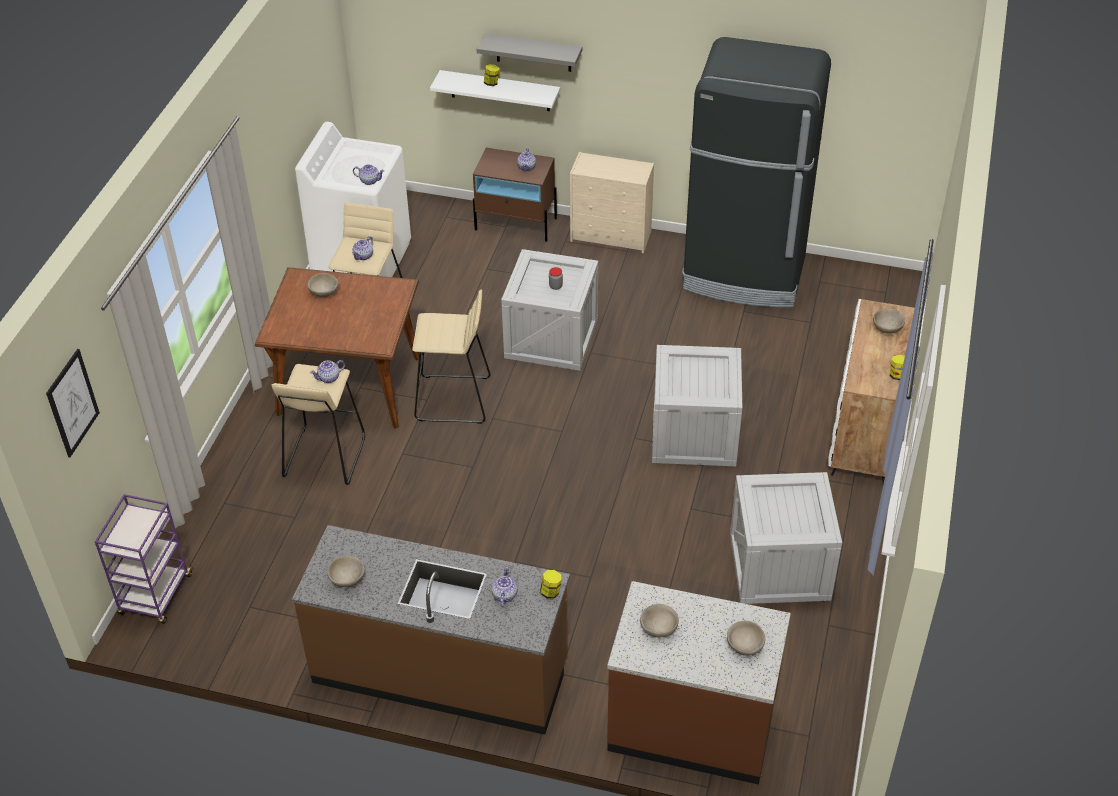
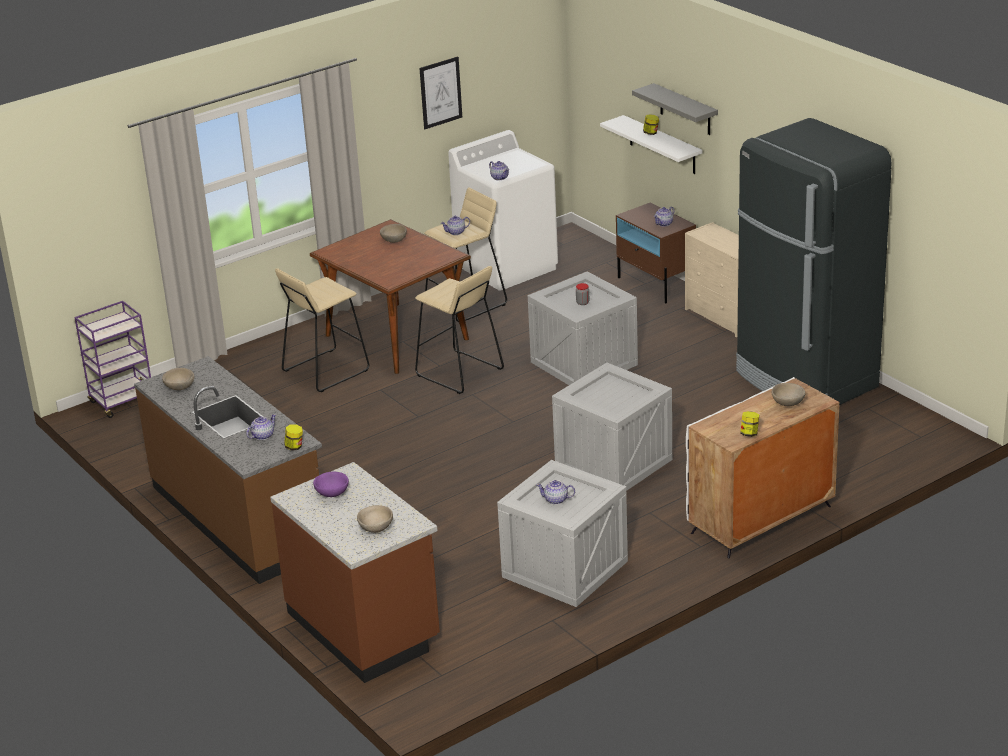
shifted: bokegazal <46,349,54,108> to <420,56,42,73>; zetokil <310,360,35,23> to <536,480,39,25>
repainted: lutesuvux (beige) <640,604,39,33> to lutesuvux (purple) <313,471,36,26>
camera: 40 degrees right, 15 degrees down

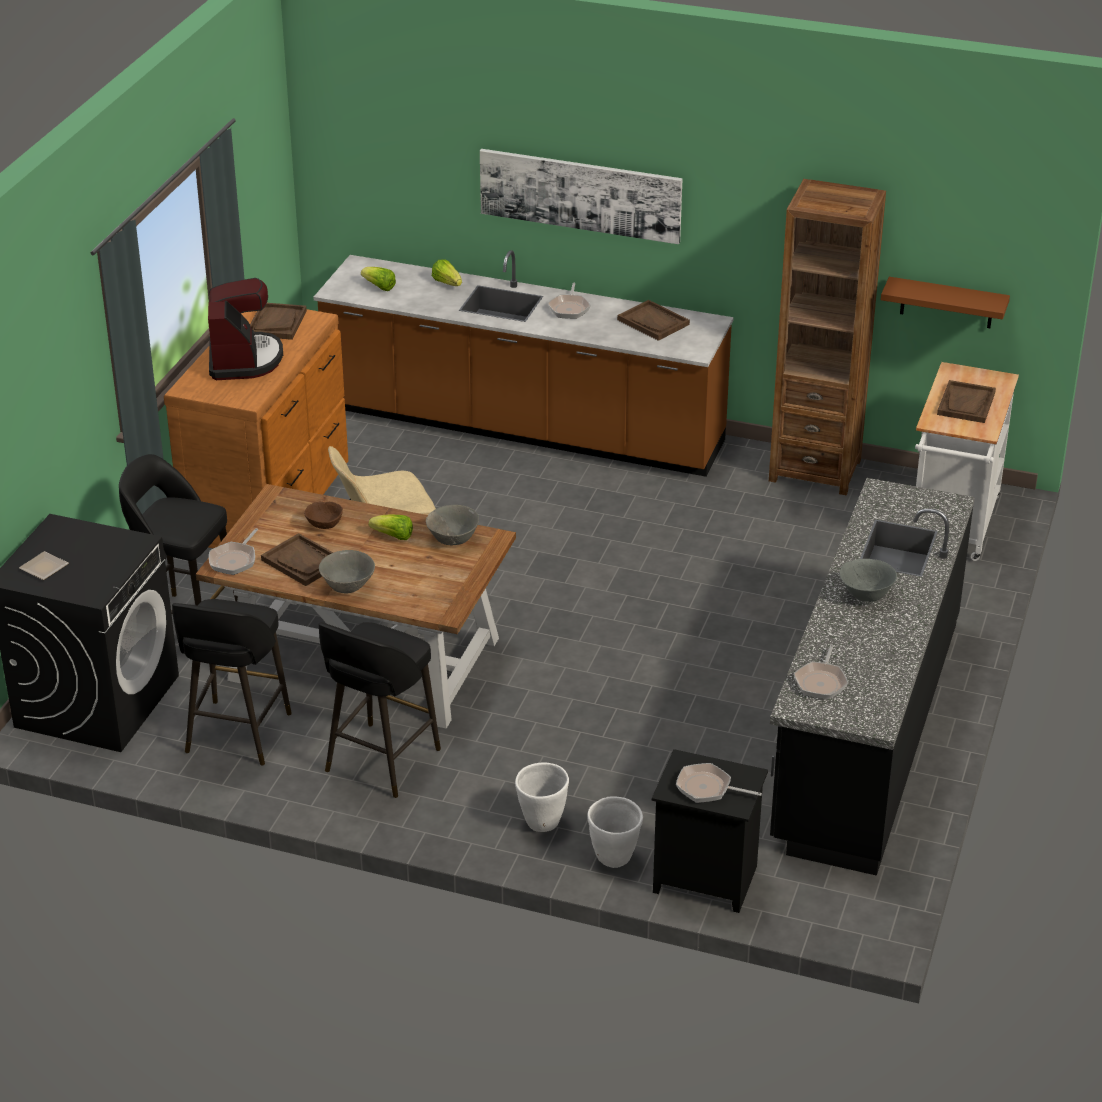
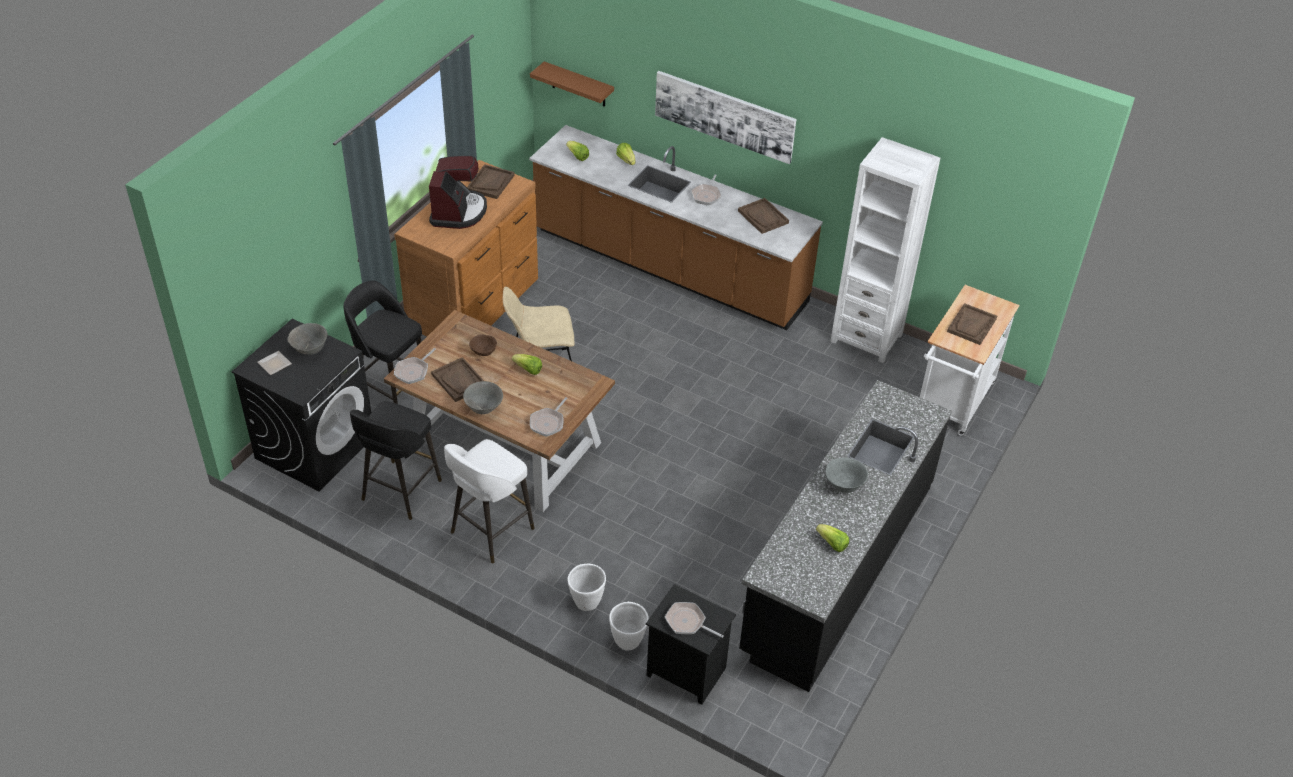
new: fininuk <816,524,33,28>
shifted: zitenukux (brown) <881,277,129,51> to <530,61,84,46>; lutesuvux (grey) <426,505,53,40> to <288,323,39,32>; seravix <794,644,54,55> to <530,397,37,40>
repainted: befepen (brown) <769,179,117,316> to befepen (white) <830,137,110,226>; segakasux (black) <318,622,123,176> to segakasux (white) <444,439,91,124>
camera: 10 degrees right, 10 degrees up

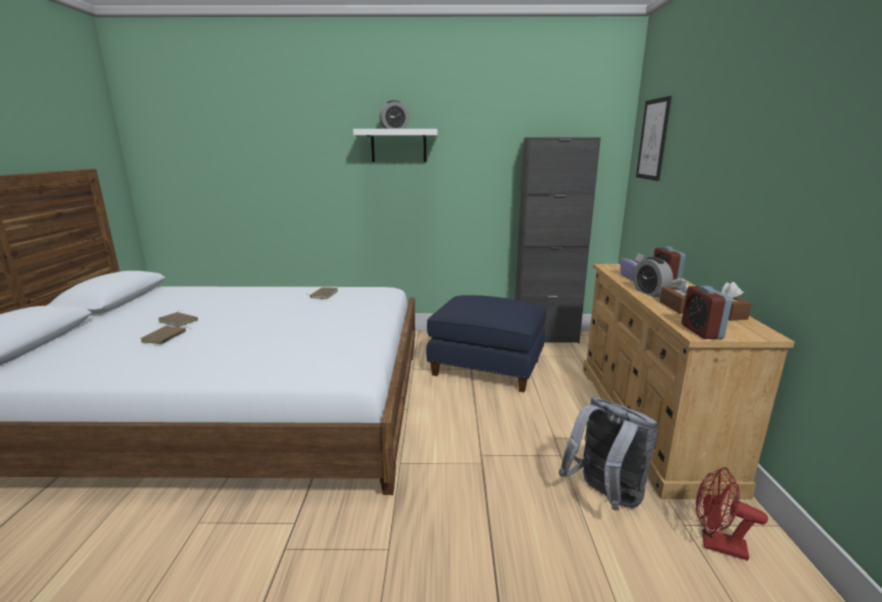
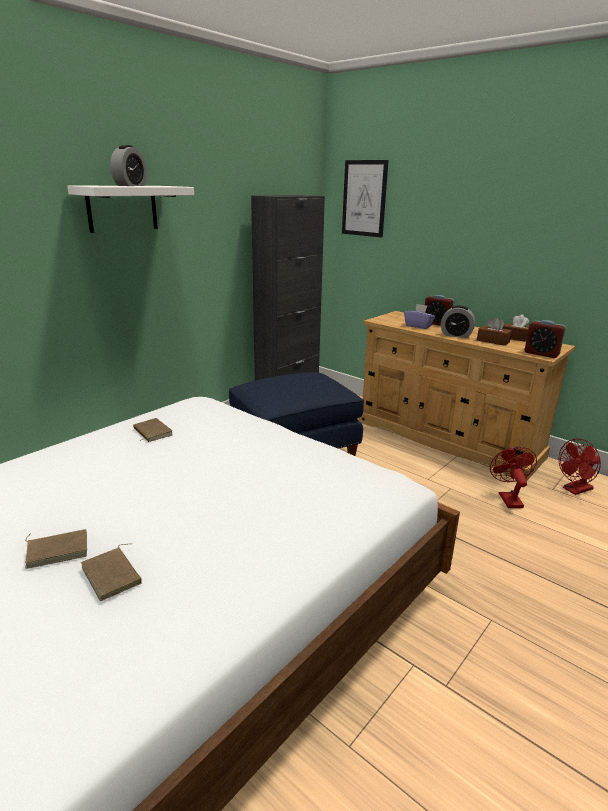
swapped: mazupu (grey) <559,397,100,113> to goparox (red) <490,447,47,61>
camera: 50 degrees left, 5 degrees up

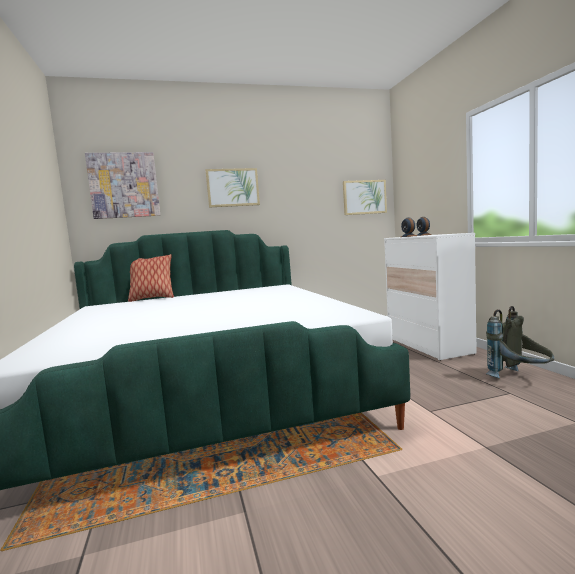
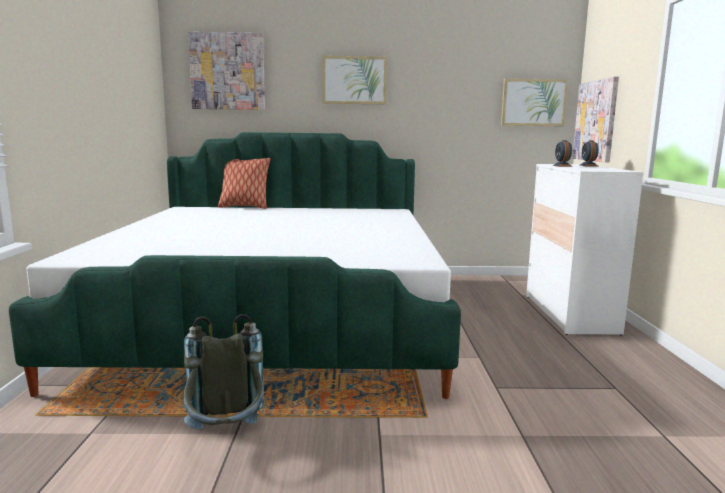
new: bokegazal <572,77,47,85>
shifted: mazupu (grey) <486,306,68,73> to <184,314,80,115>
camera: 15 degrees right, 5 degrees up

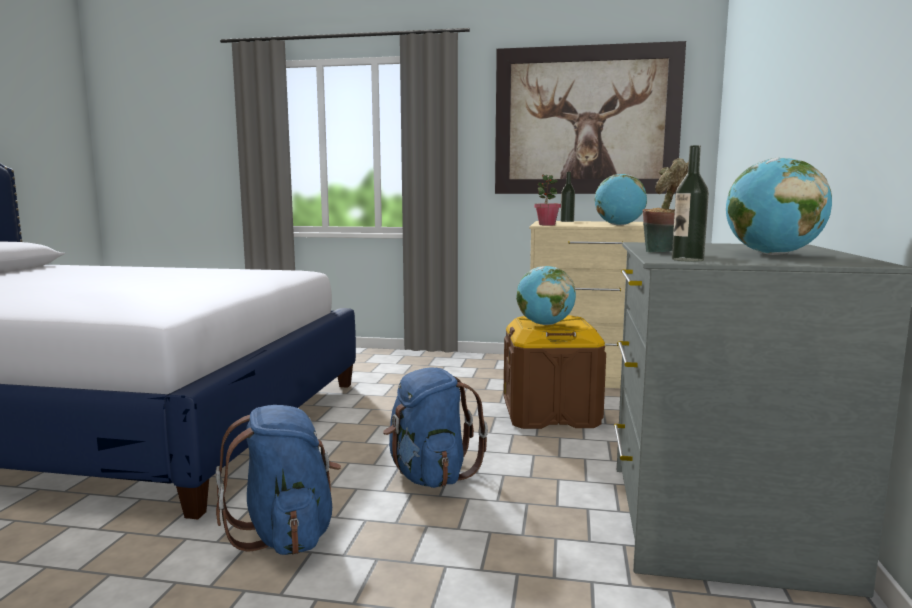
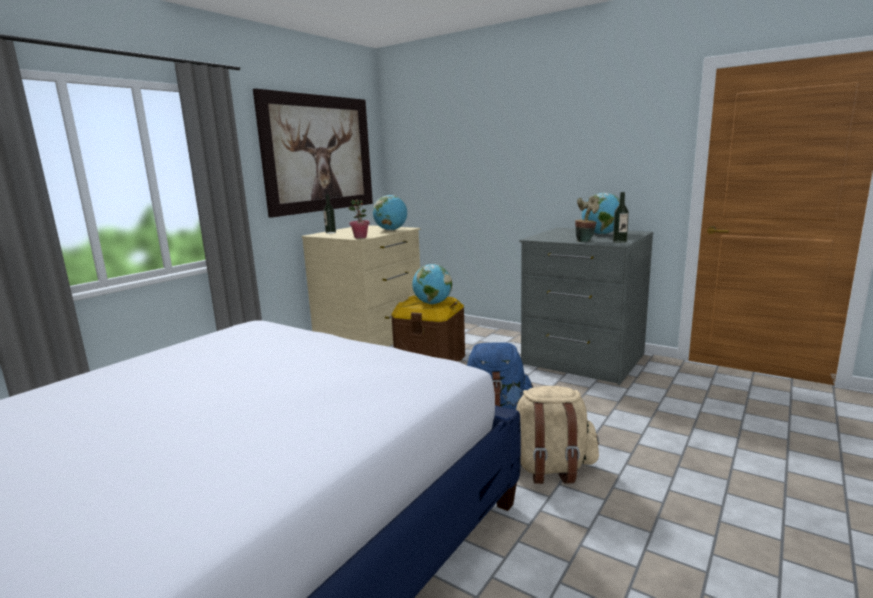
repainted: mazupu (blue) <216,405,125,150> to mazupu (beige) <516,386,83,98>
camera: 65 degrees left, 5 degrees up

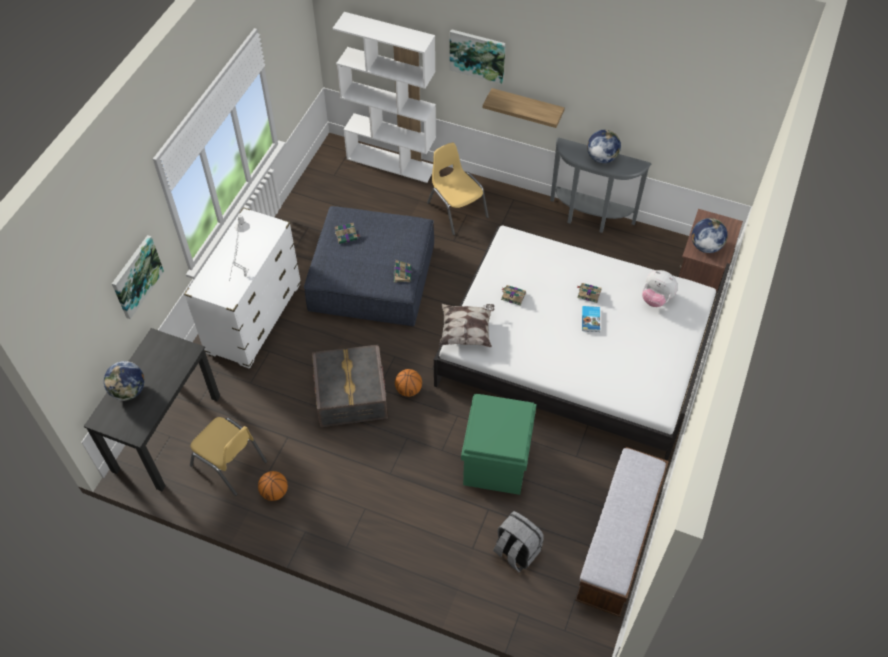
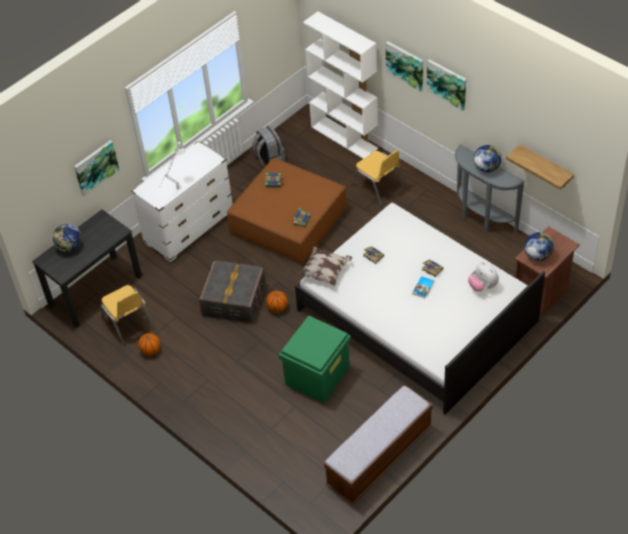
new: bokegazal <427,59,39,52>
shifted: zitenukux <483,88,82,40> to <506,145,68,45>; mazupu (grey) <493,511,51,61> to <252,126,33,41>
repainted: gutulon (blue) <304,206,130,120> to gutulon (brown) <227,158,120,105>
rotated: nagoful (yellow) <427,143,62,92> = <351,150,54,55> 150 degrees clockwise
camera: 25 degrees right, 5 degrees down

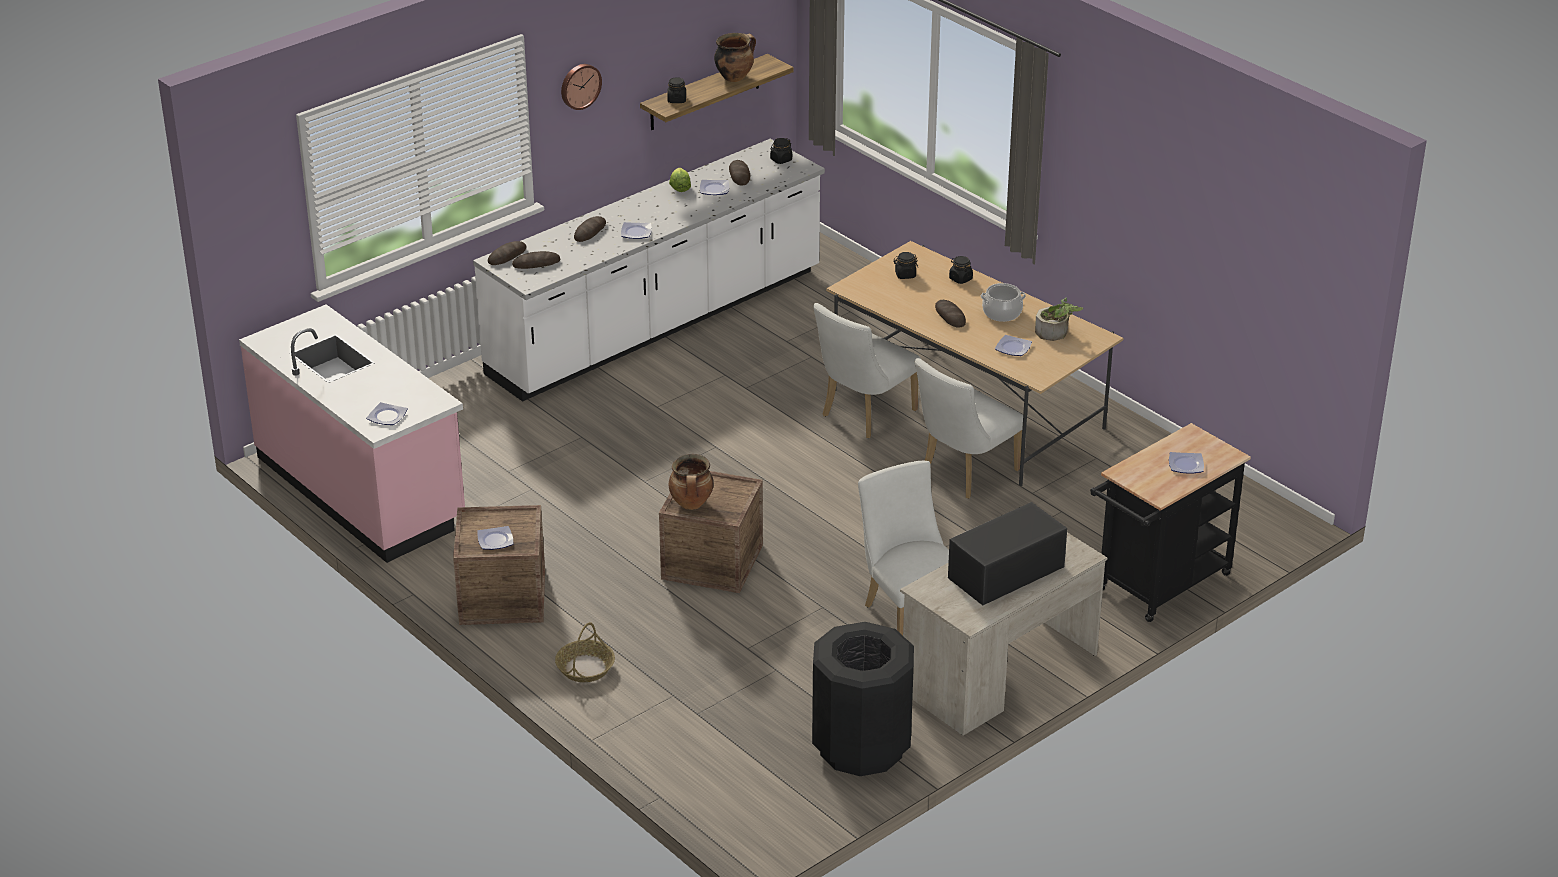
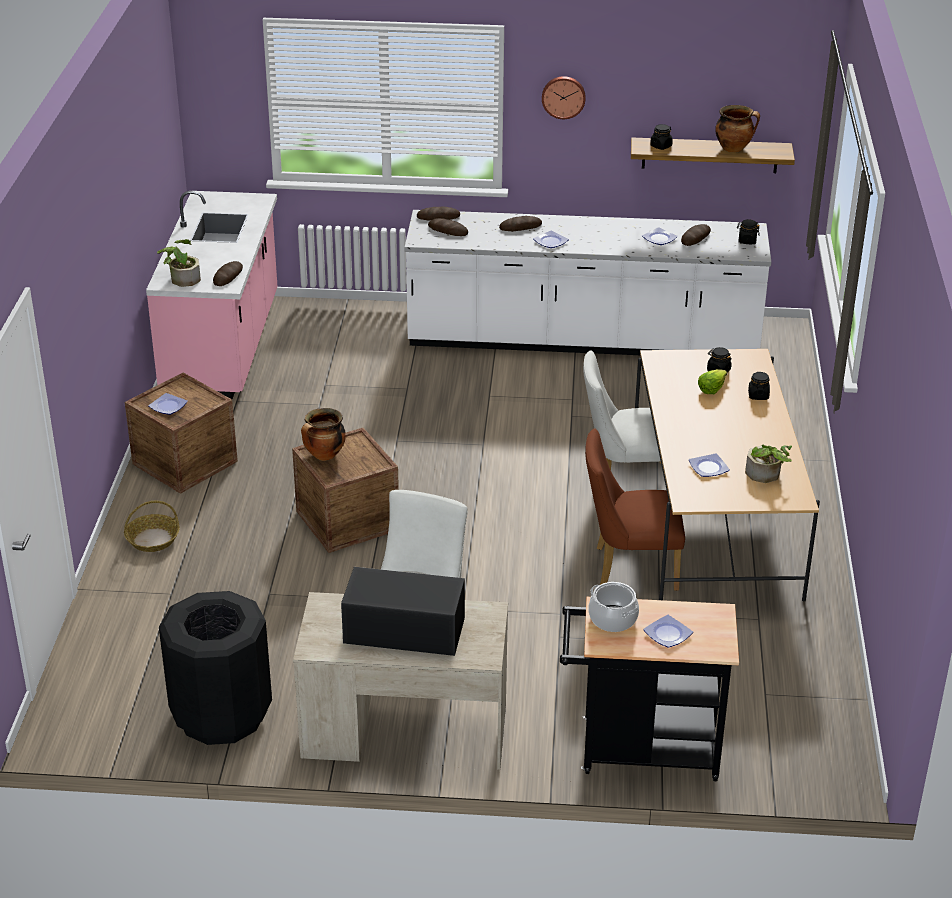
shifted: fininuk <669,168,22,24> to <698,369,29,25>; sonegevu <981,283,45,39> to <589,582,50,50>; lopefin <935,300,31,28> to <213,261,30,25>
swapped: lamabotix <366,402,42,23> to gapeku <157,239,44,48>
repainted: nagoful (white) <915,358,108,141> to nagoful (brown) <585,429,100,162>
camera: 45 degrees right, 0 degrees up

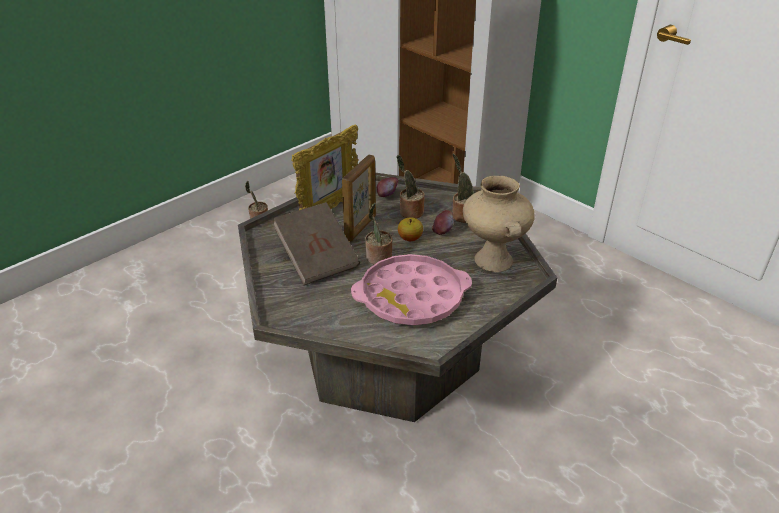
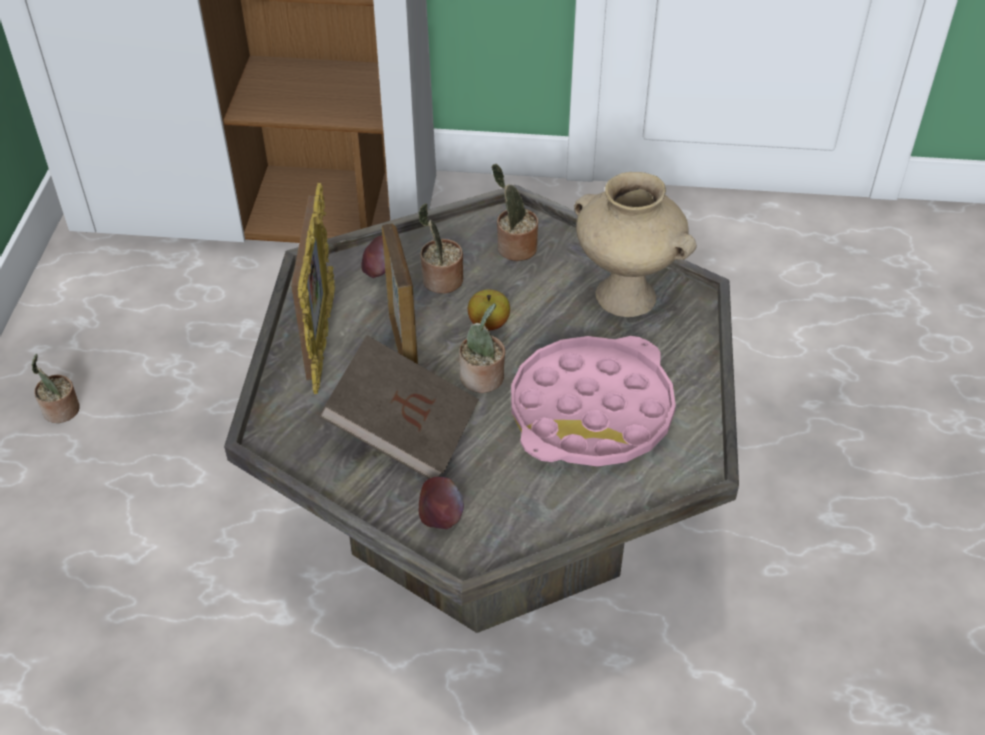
shifted: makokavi <432,210,21,25> to <418,477,46,52>
camera: 40 degrees left, 10 degrees up

